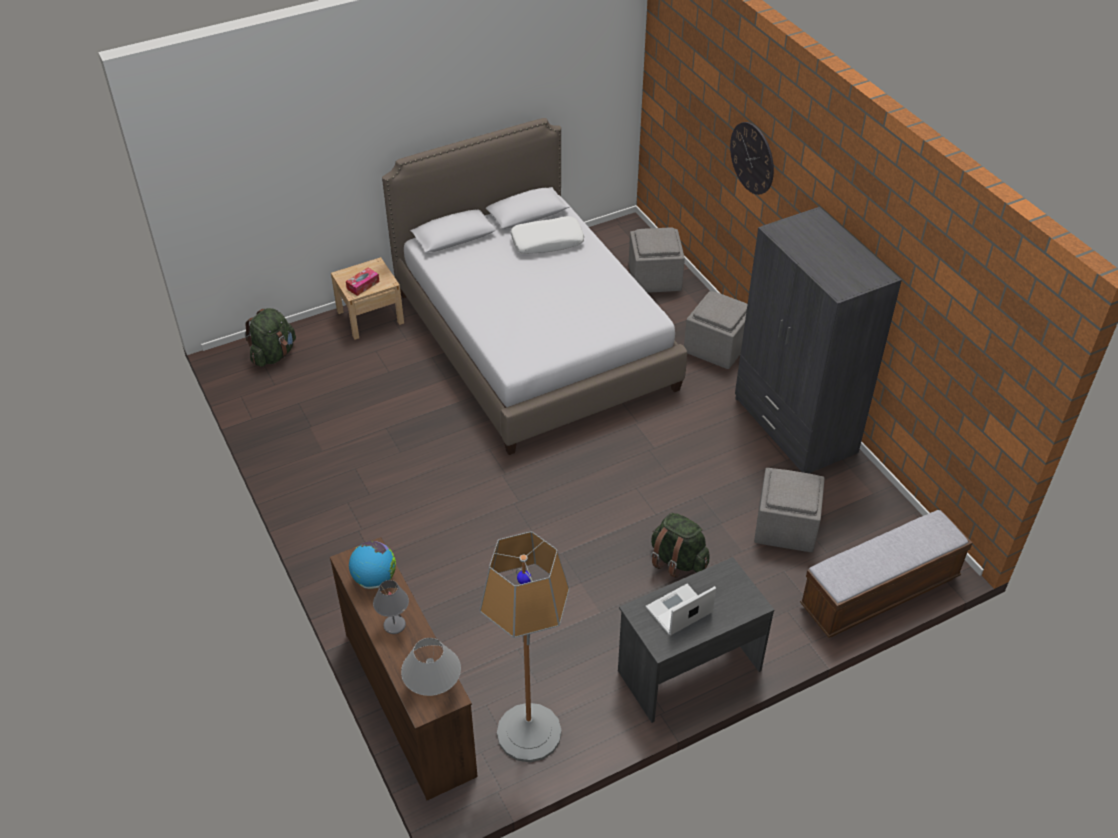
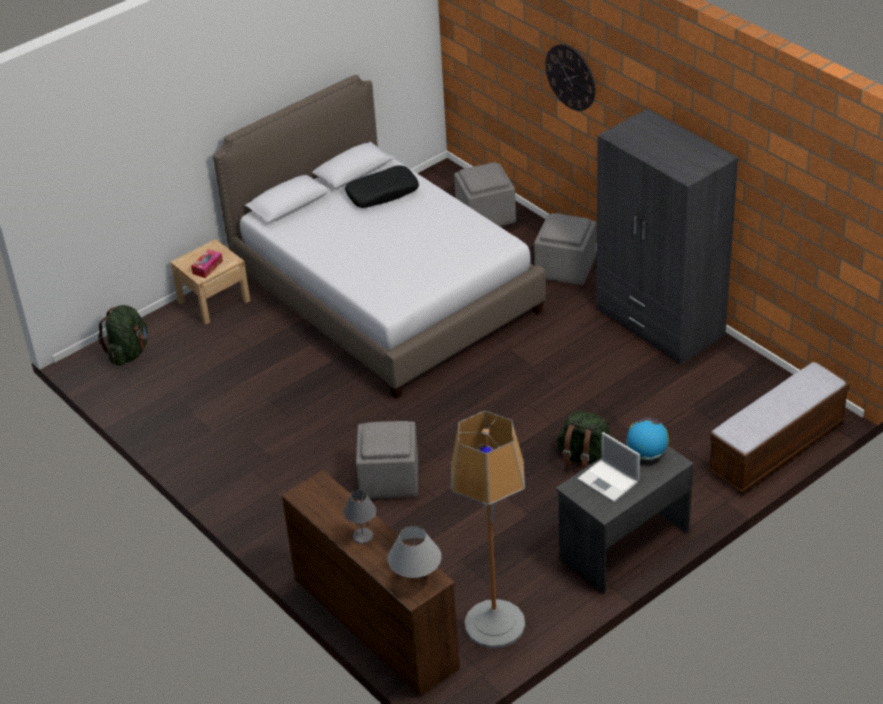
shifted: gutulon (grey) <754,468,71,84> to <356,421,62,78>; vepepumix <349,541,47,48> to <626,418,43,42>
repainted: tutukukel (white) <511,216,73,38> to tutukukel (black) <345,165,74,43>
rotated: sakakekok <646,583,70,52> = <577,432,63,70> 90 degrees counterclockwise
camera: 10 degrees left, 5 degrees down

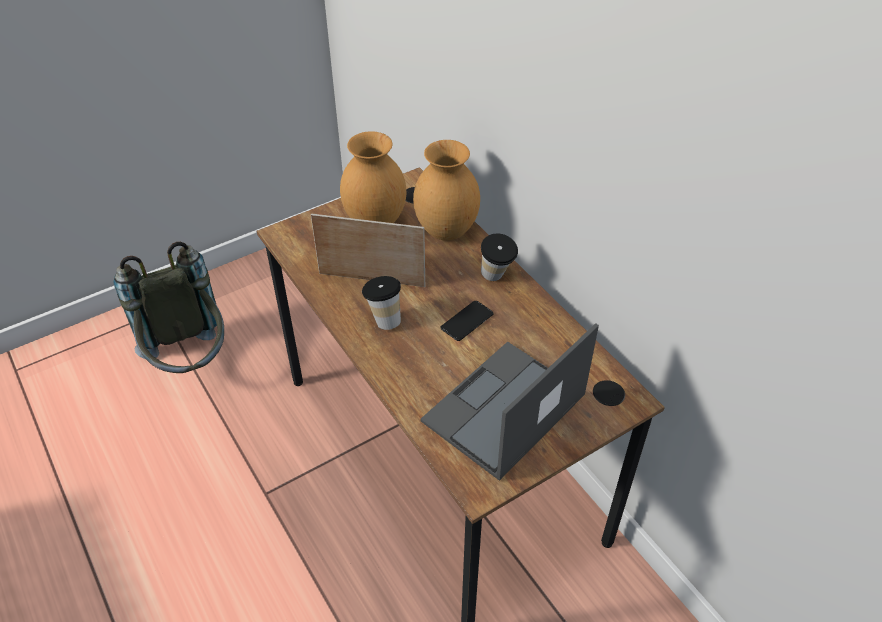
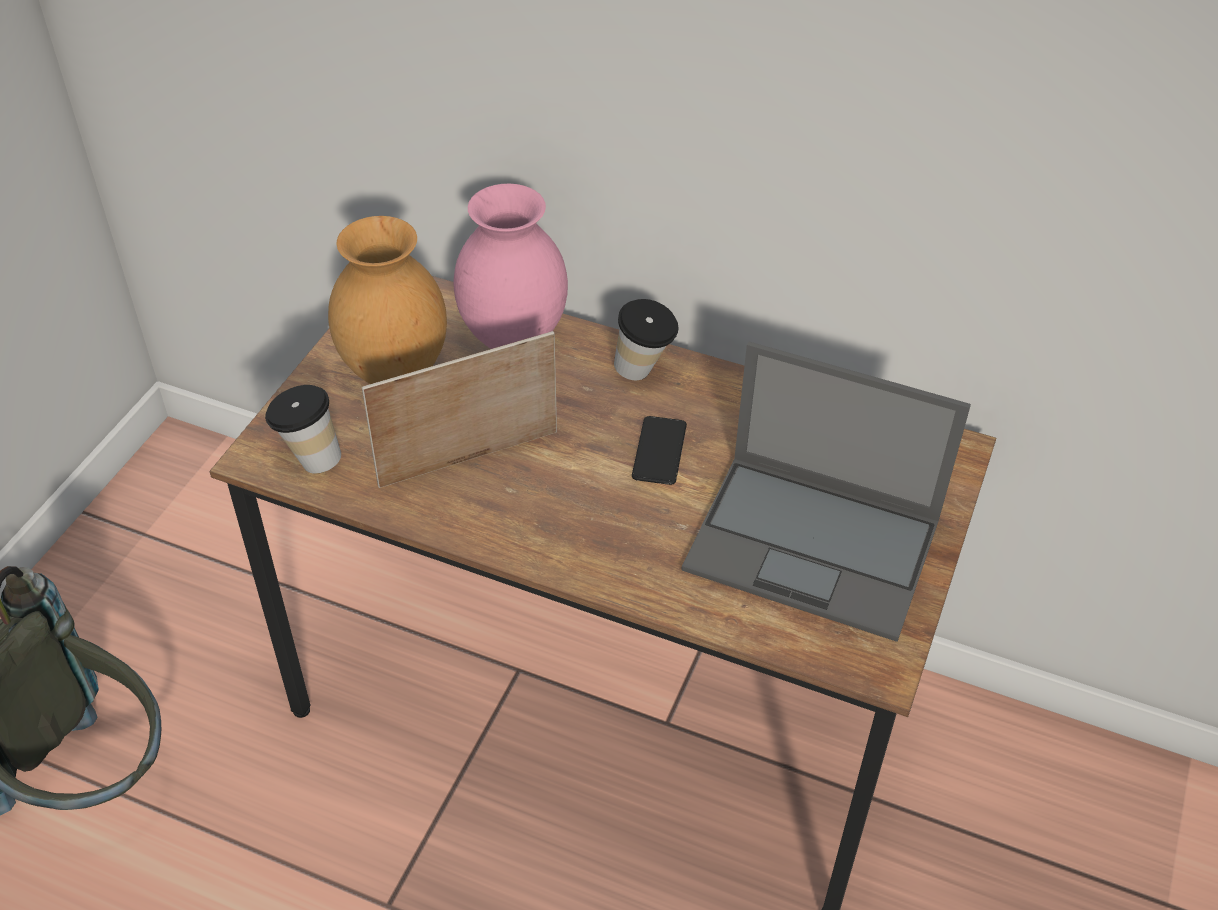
shifted: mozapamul <362,276,39,54> to <265,385,76,88>
repainted: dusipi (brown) <413,140,67,101> to dusipi (pink) <454,184,114,165>
rotated: sakakekok <420,323,179,158> = <682,341,289,301> 75 degrees counterclockwise
camera: 35 degrees left, 0 degrees up

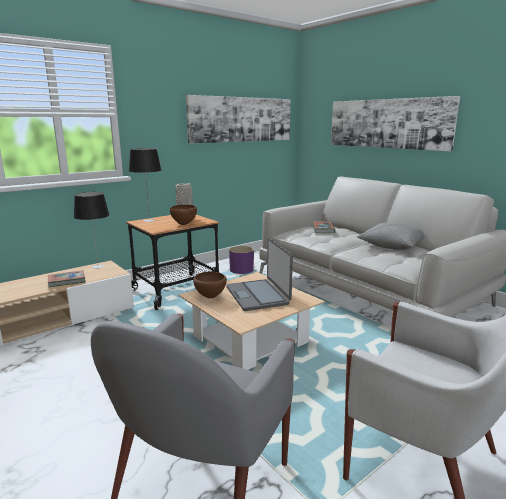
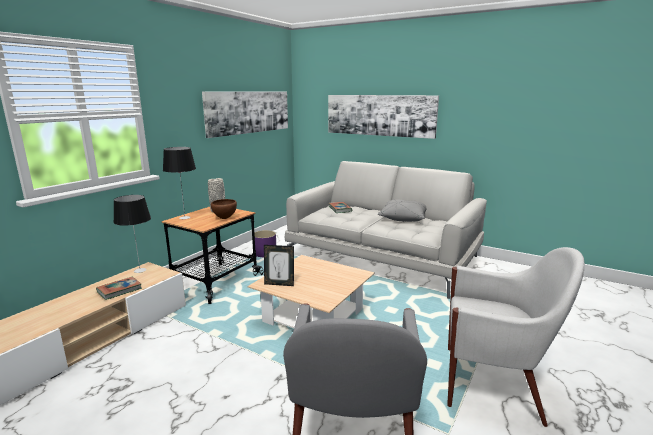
gone: sakakekok <226,238,67,73>
swapped: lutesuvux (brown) <193,272,34,27> to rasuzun <264,245,30,41>
camera: 20 degrees left, 0 degrees up

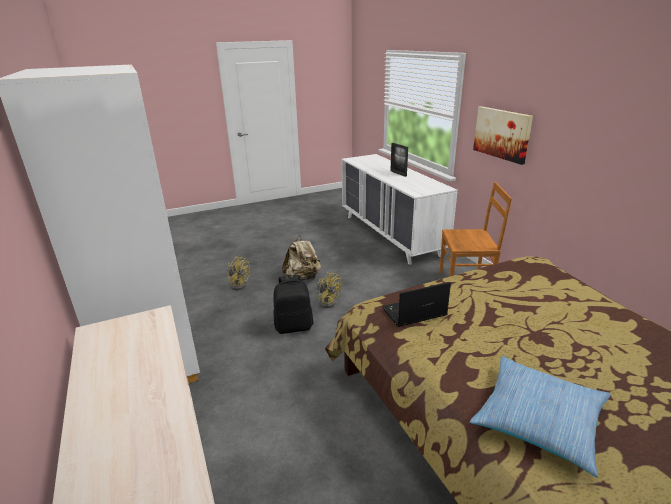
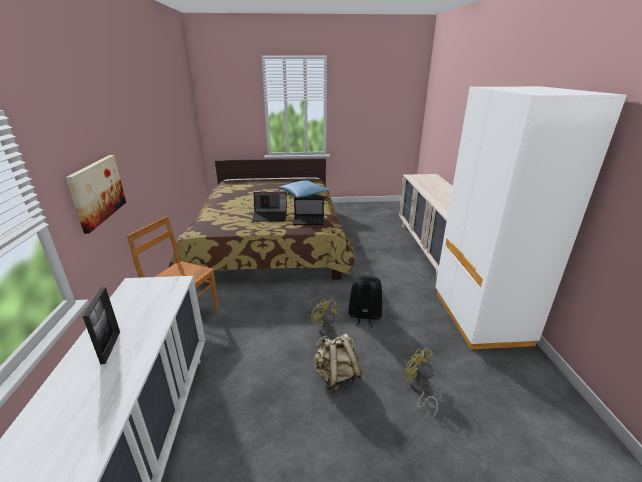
new: sakakekok <252,192,35,30>
camera: 160 degrees left, 0 degrees up

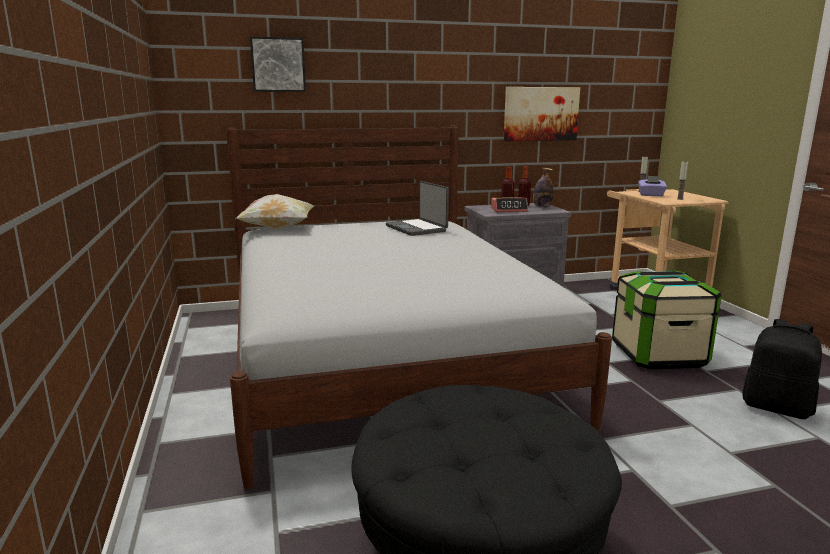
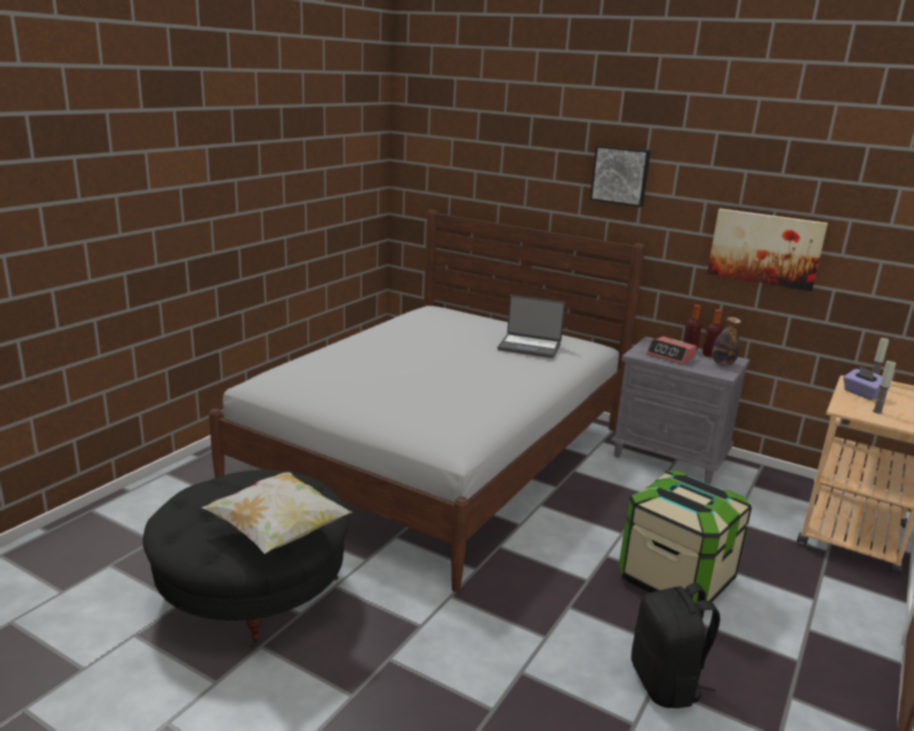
shifted: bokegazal <250,36,56,56> to <590,145,61,62>; tutukukel <236,194,78,35> to <202,472,150,82>
rotated: sakakekok <386,181,63,55> = <497,295,68,63> 90 degrees counterclockwise
camera: 45 degrees right, 5 degrees up

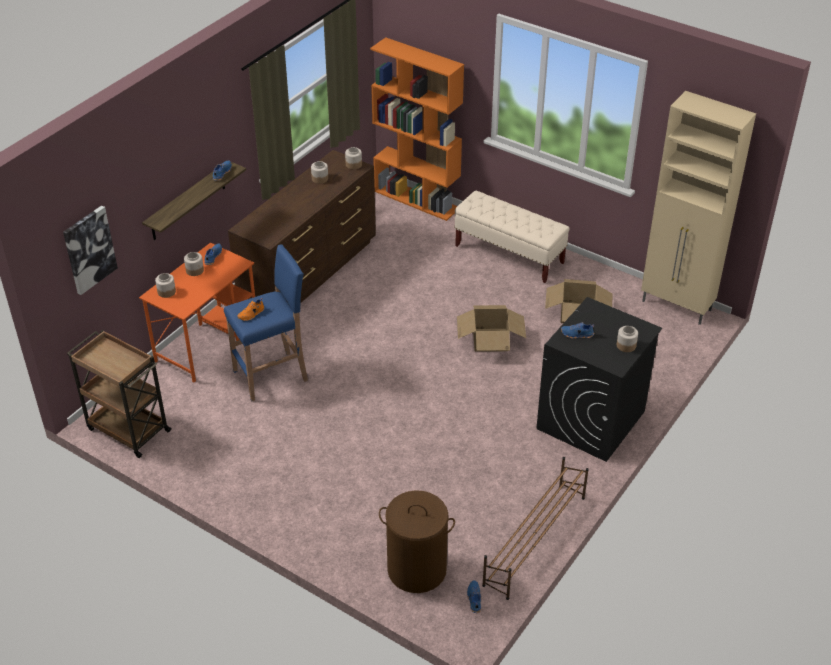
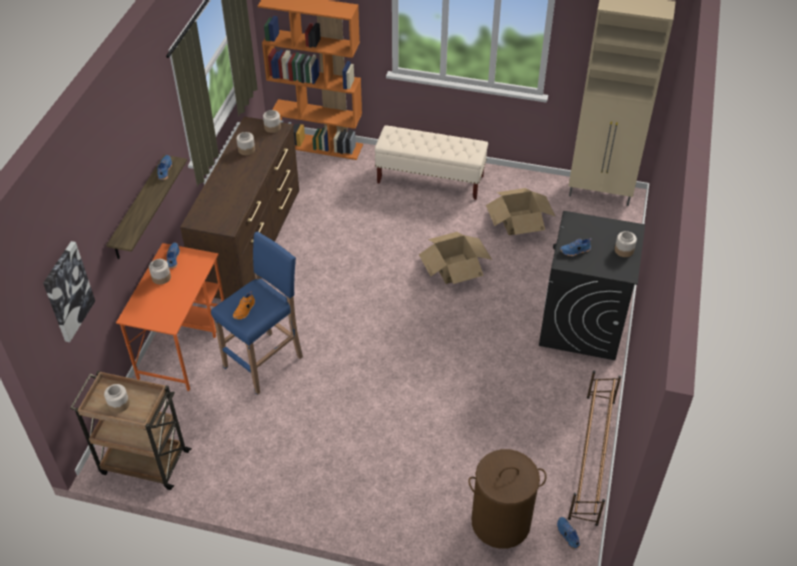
shifted: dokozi <155,273,21,25> to <104,384,26,29>
camera: 20 degrees left, 5 degrees up

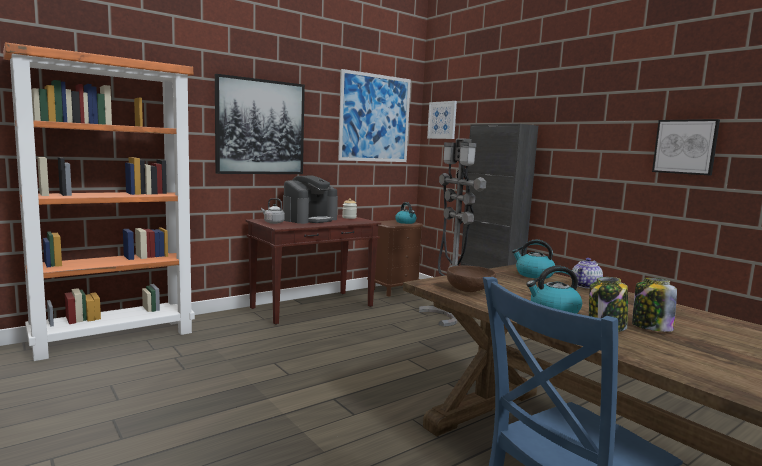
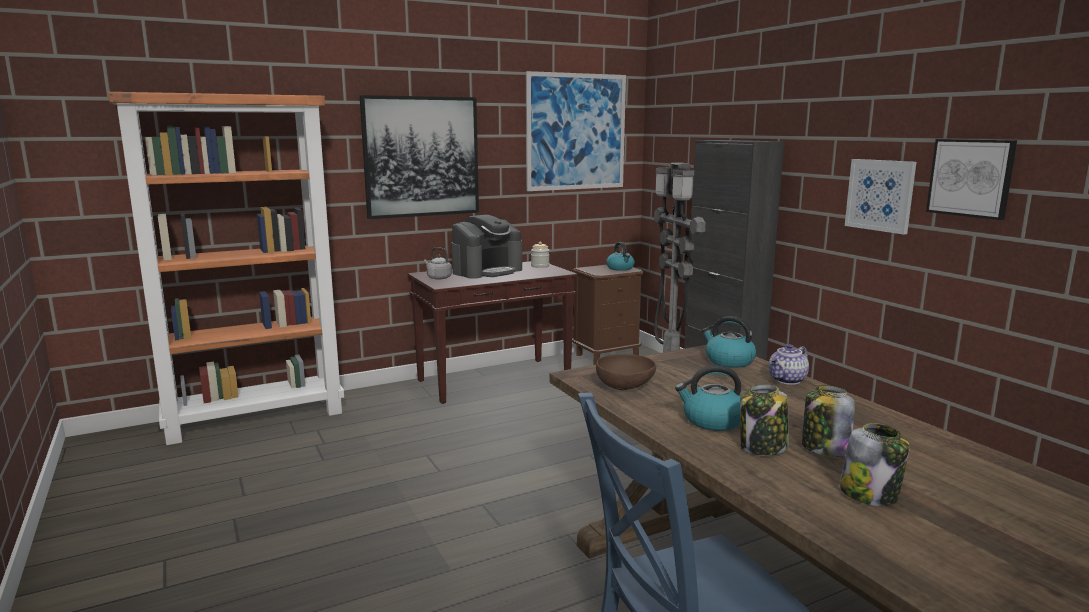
new: dokozi <840,423,70,83>
shifted: bokegazal <427,101,30,38> to <845,159,71,76>
camera: 10 degrees right, 5 degrees up

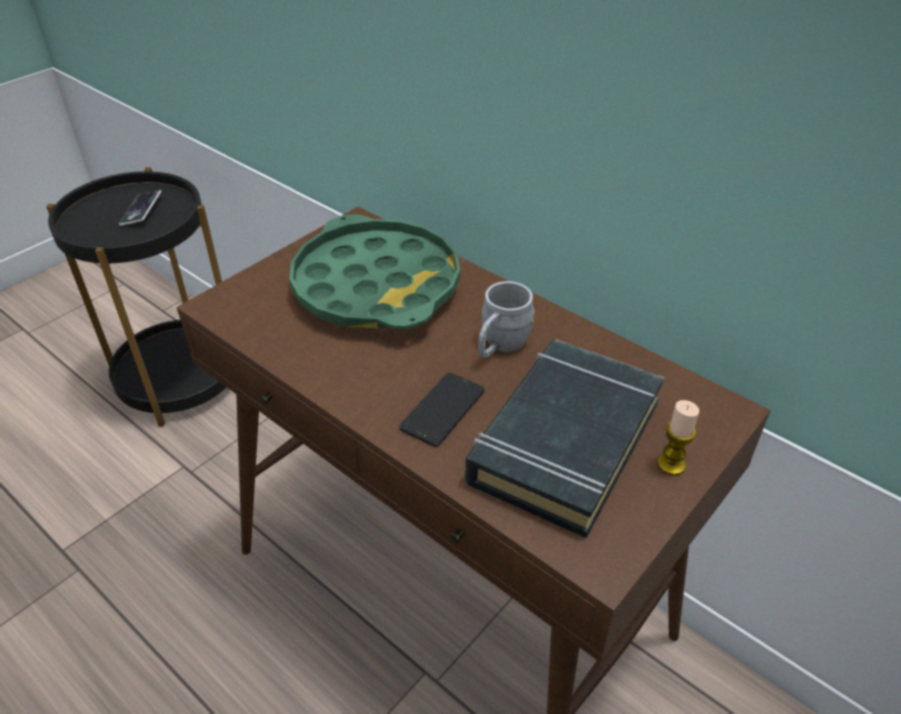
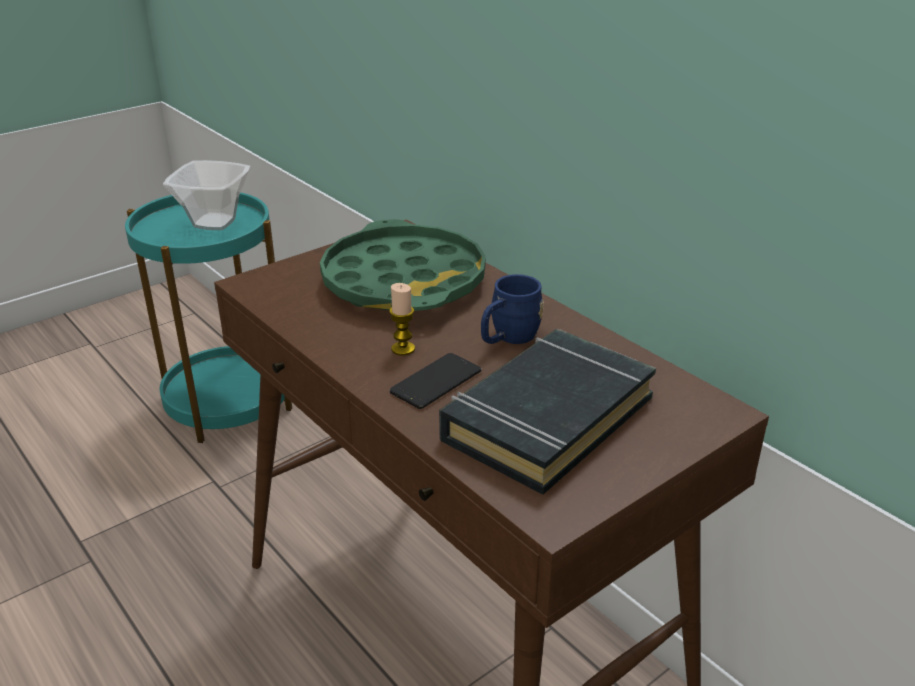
shifted: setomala <657,400,42,75> to <389,283,26,73>
swapped: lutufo <119,190,42,36> to lutesuvux <163,160,87,70>
repainted: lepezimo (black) <46,167,180,260> to lepezimo (turquoise) <125,192,167,251>; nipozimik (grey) <478,281,57,77> to nipozimik (blue) <481,274,63,70>
camera: 10 degrees right, 10 degrees down

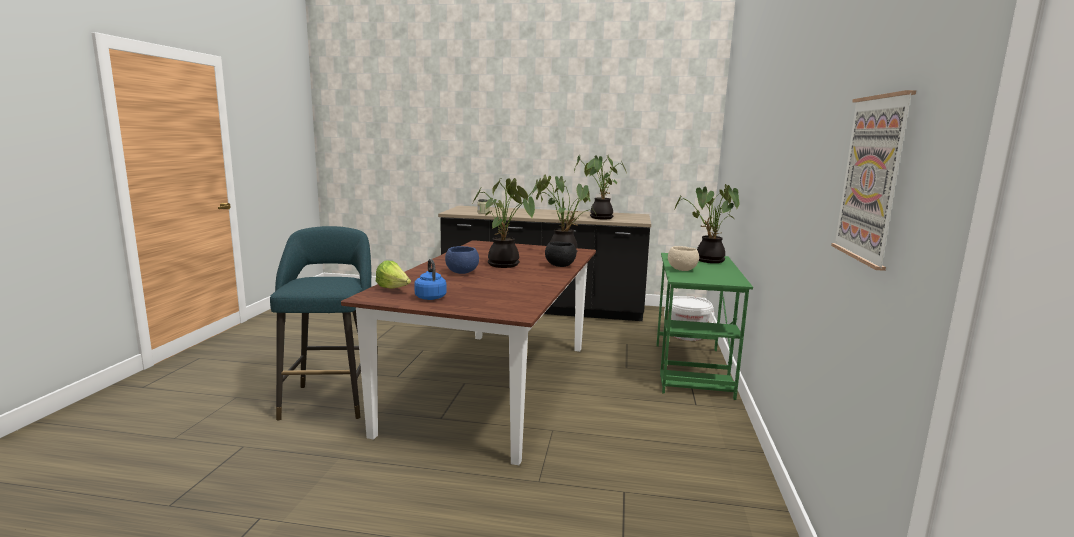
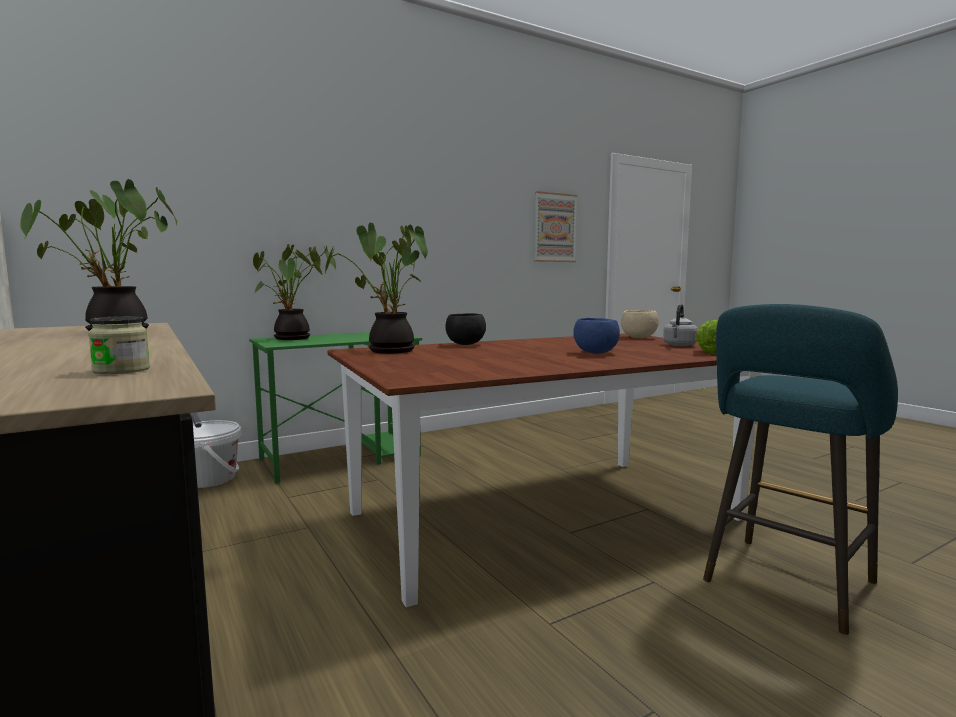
gone: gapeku <473,178,70,90>
shifted: lutesuvux (beige) <668,246,31,25> to <621,310,38,28>
repainted: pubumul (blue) <414,259,32,41> to pubumul (grey) <663,304,35,42>
camera: 130 degrees left, 5 degrees down

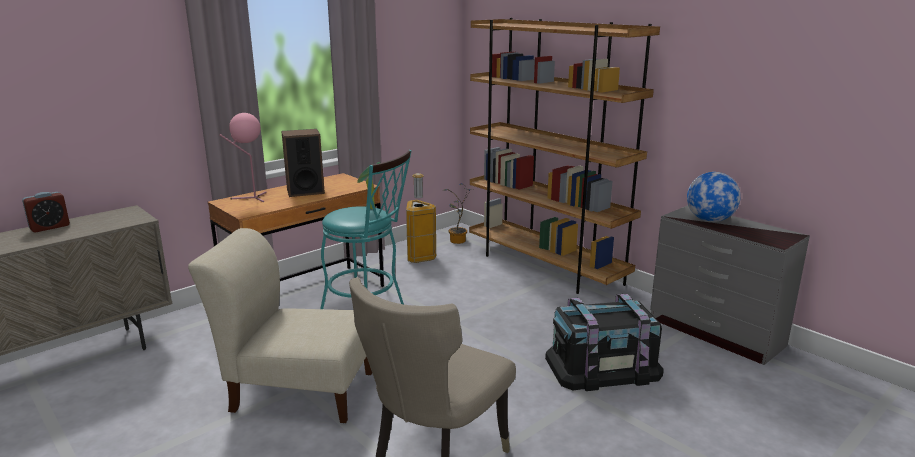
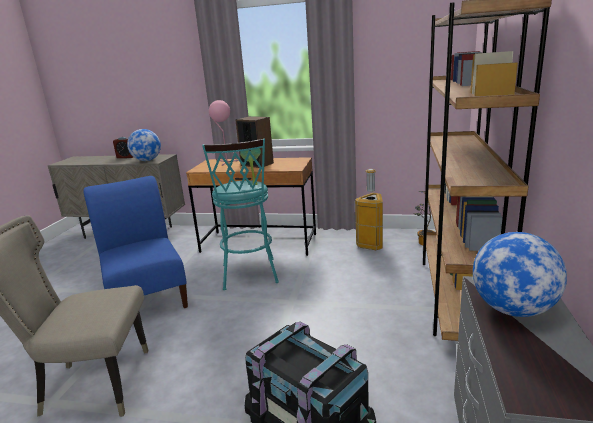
new: vepepumix <127,129,34,32>
repainted: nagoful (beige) <188,228,184,195> to nagoful (blue) <83,176,105,132>
camera: 55 degrees right, 0 degrees up

